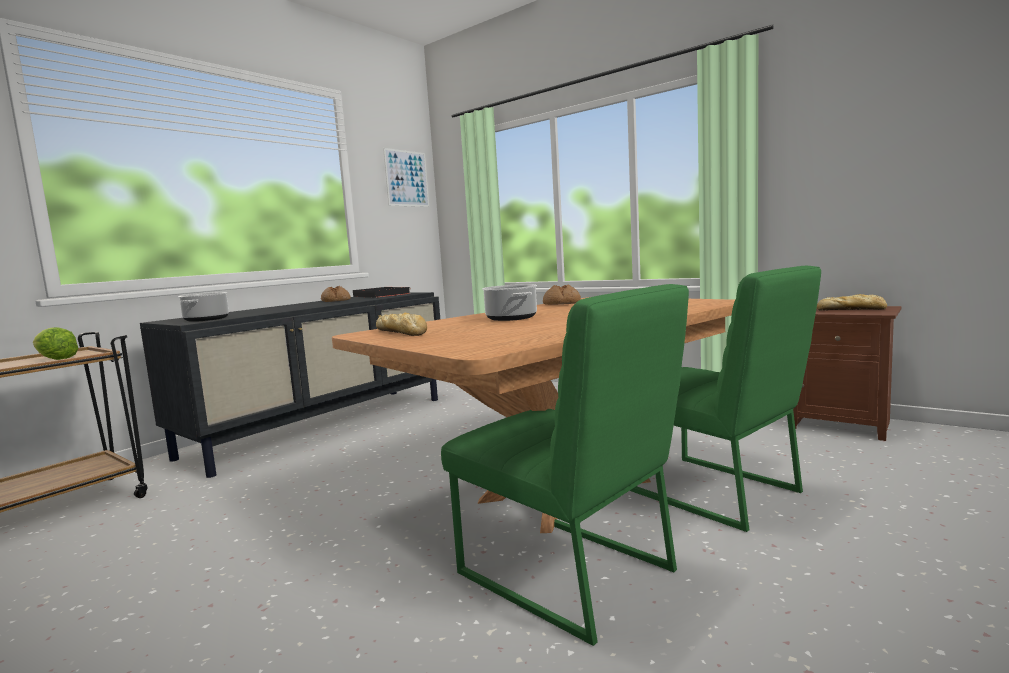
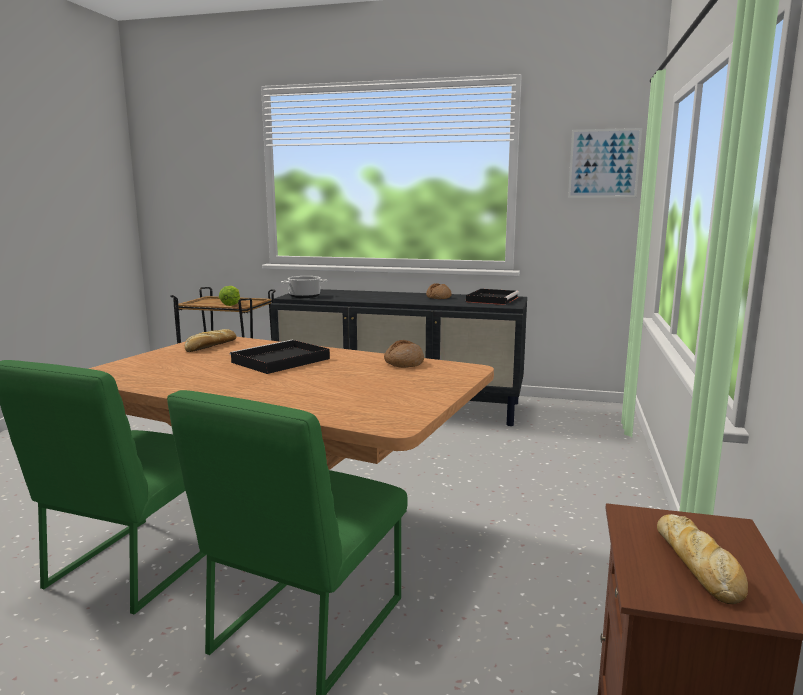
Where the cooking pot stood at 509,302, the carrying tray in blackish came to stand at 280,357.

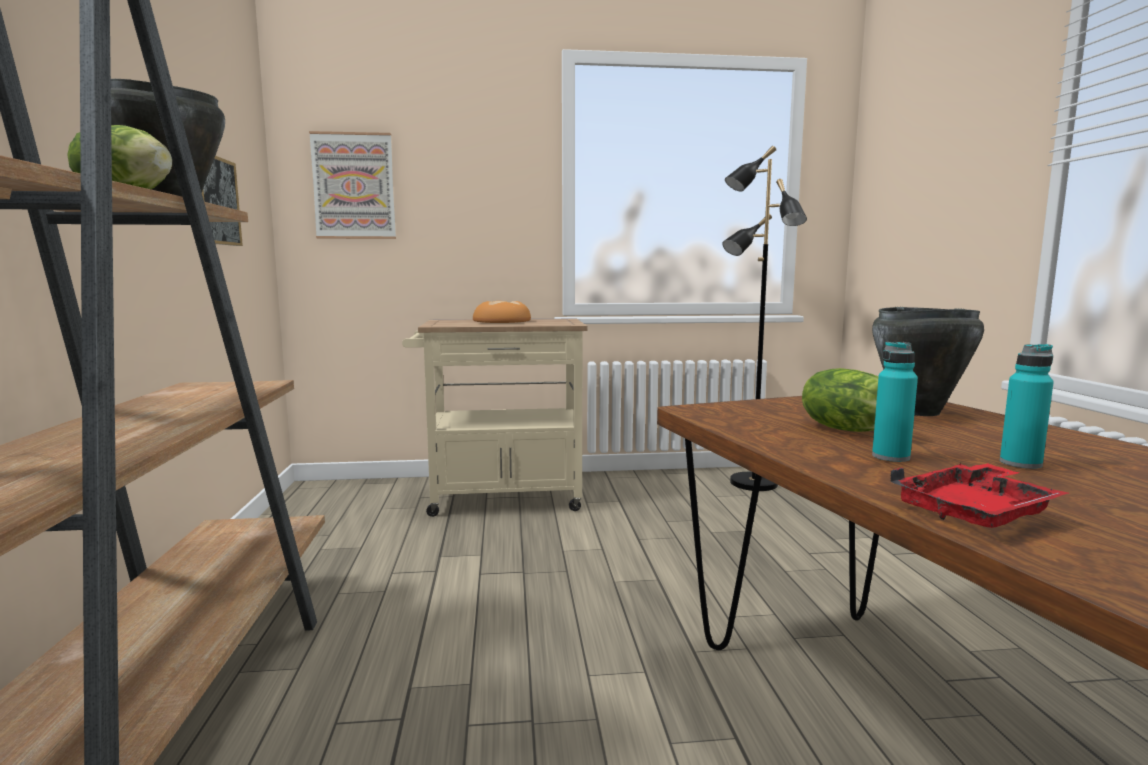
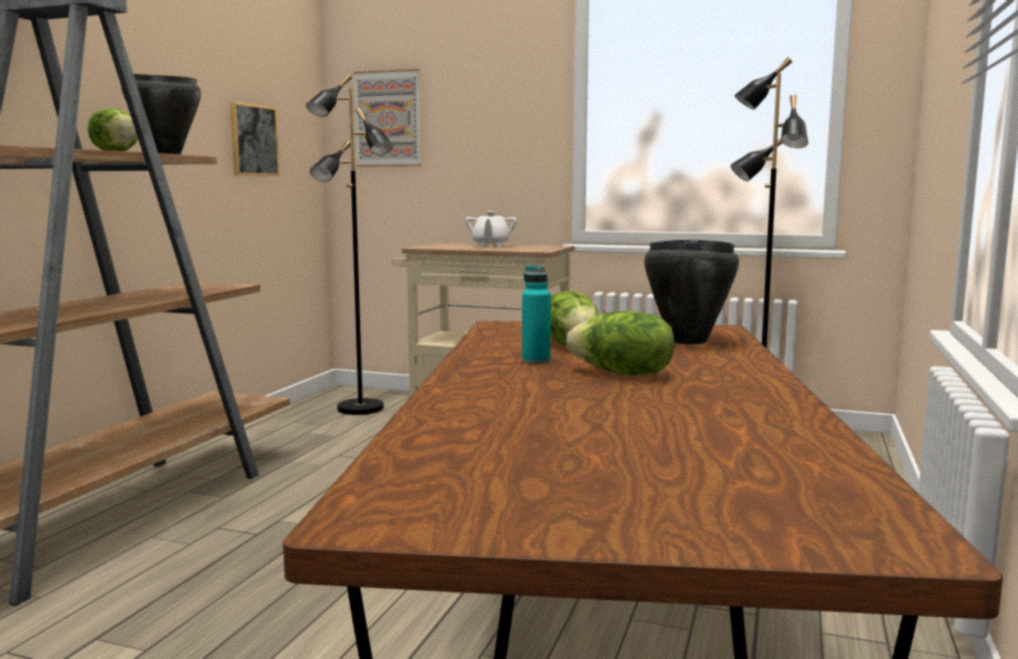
The second view lost the carrying tray in red-coloured at 979,495.
The second view gained the floor lamp in blackish at 349,244.
Where the bakery bread stood at 502,312, the teapot in white-coloured came to stand at 491,229.
Where the beverage bottle in blue-green stood at 1027,406, the head of lettuce came to stand at 621,343.

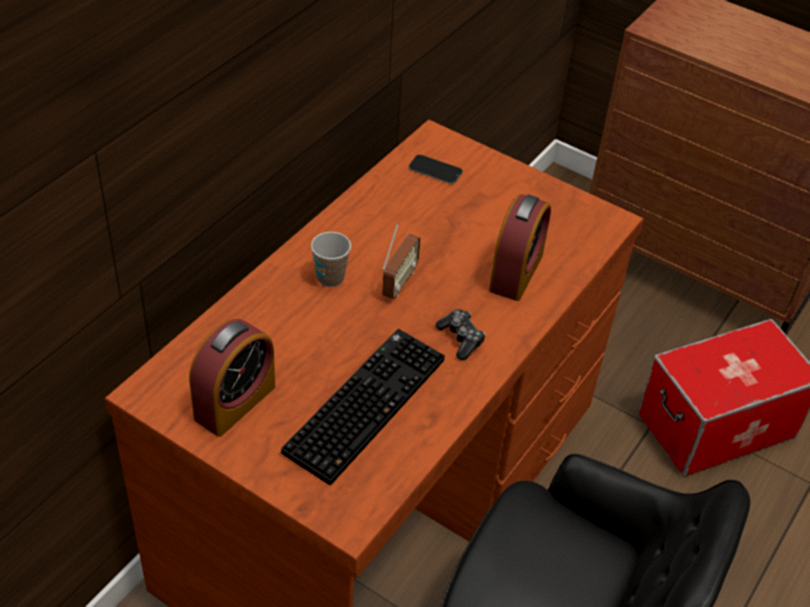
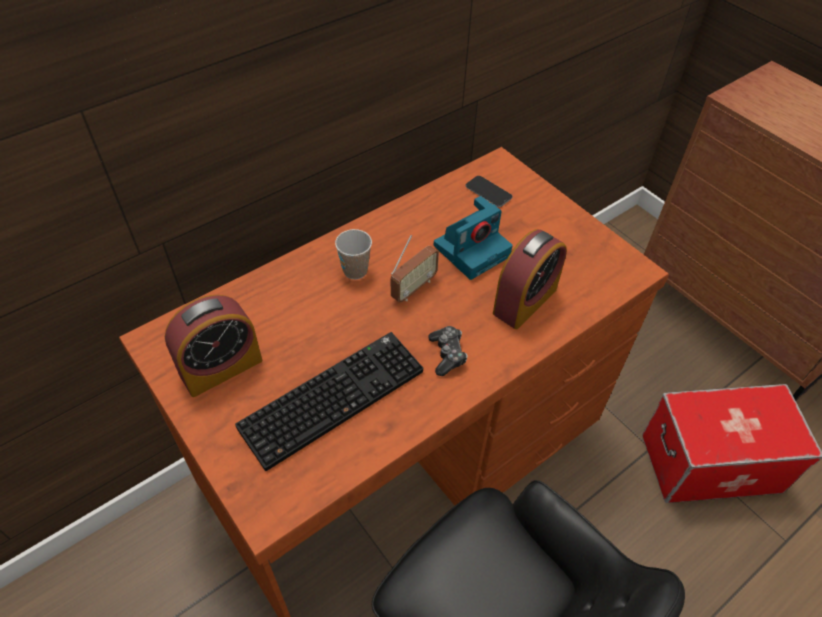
The second view gained the still camera at 473,238.

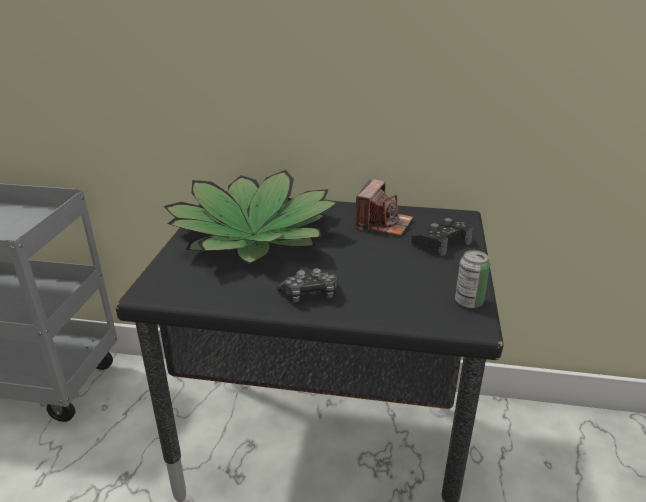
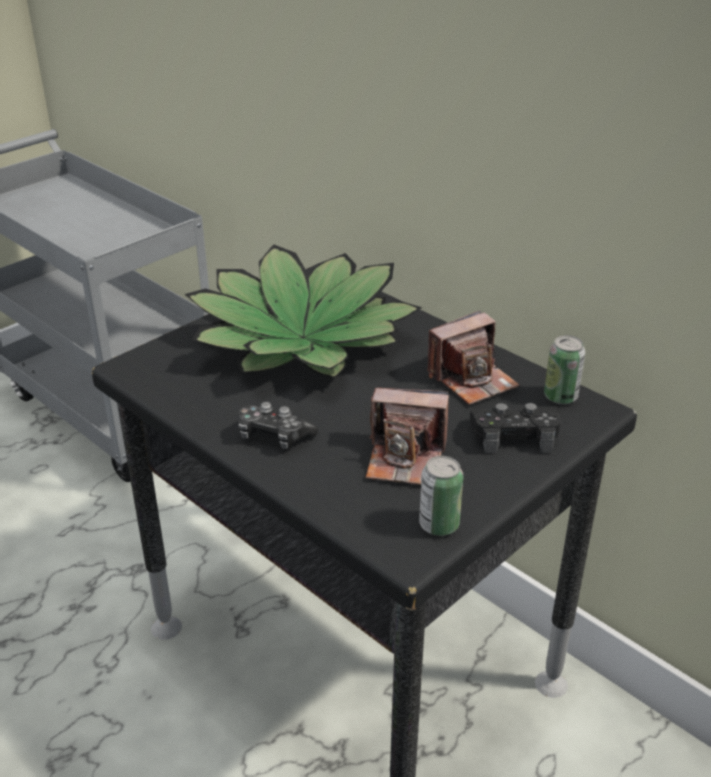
The second view gained the still camera at 407,436.
The second view gained the can at 564,369.

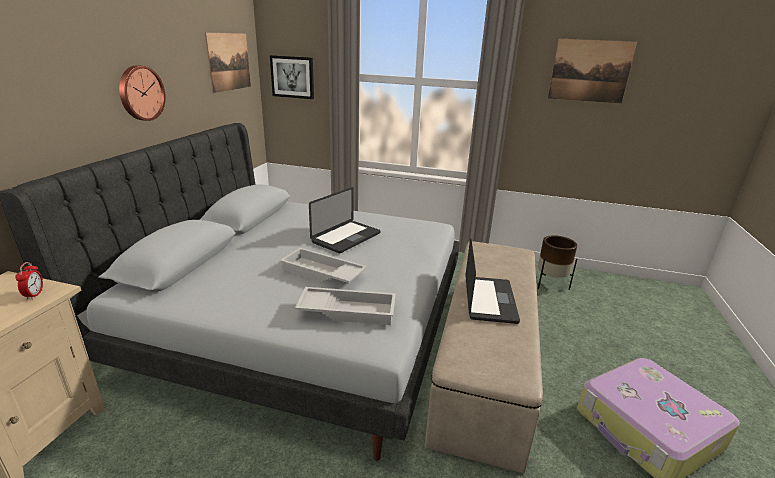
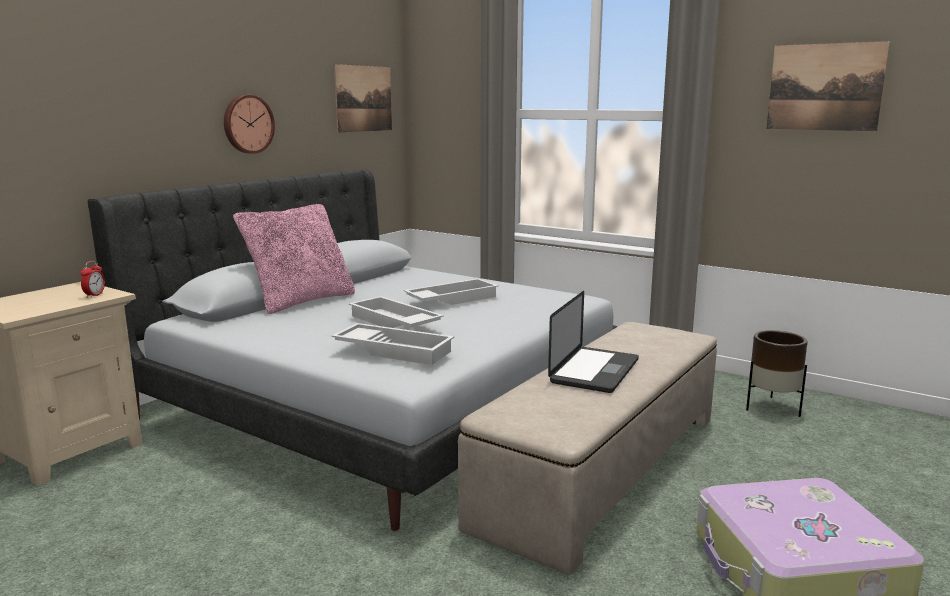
The second view lost the picture at 292,77.
The second view gained the pillow in pink at 294,259.
Where the portable computer stood at 345,220, the carrying tray in white-coloured came to stand at 451,292.

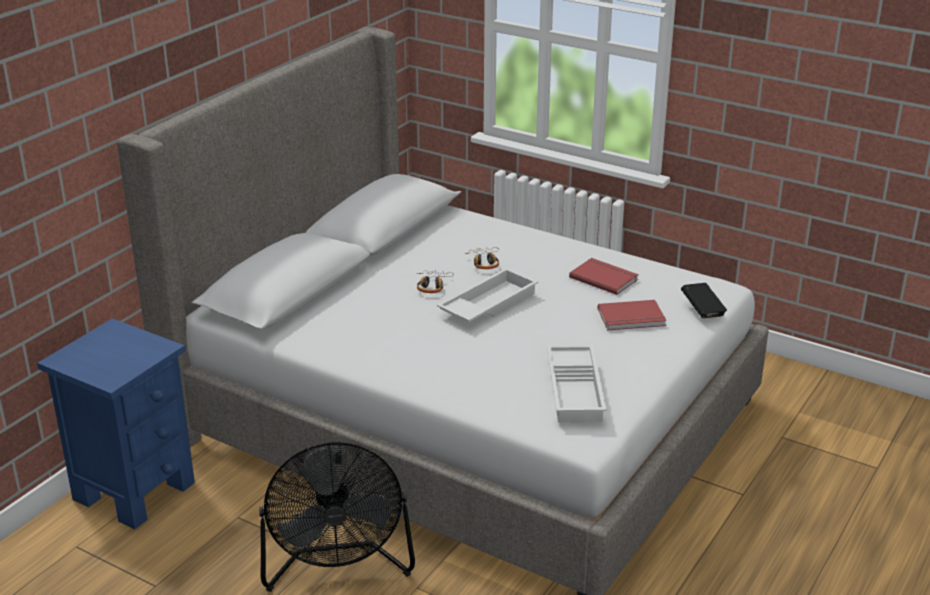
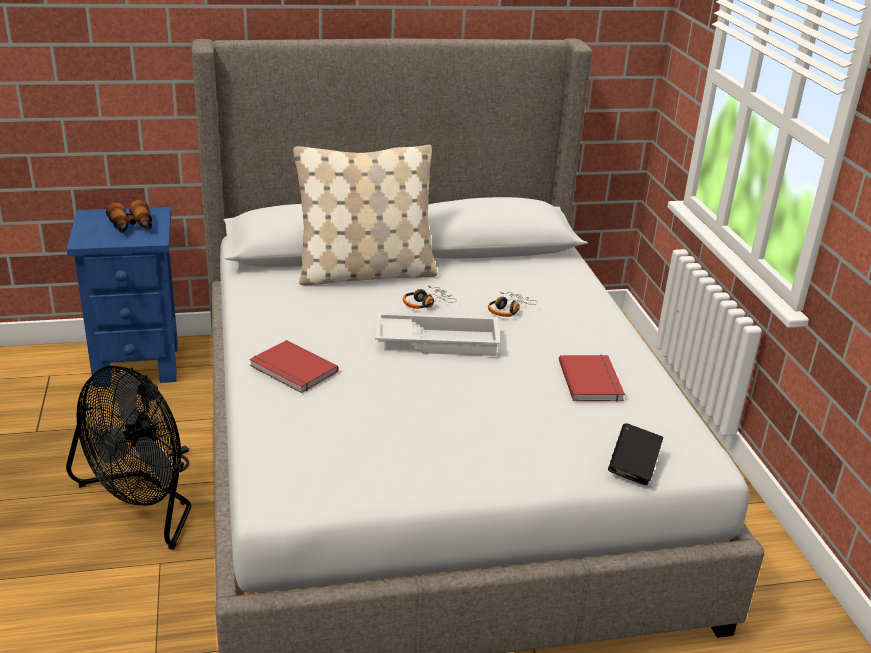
The second view lost the carrying tray in white-coloured at 576,383.
The second view gained the field glasses at 129,216.
The second view gained the pillow in beige at 365,215.
The volume in red-coloured ended up elsewhere, having gone from 632,315 to 294,366.

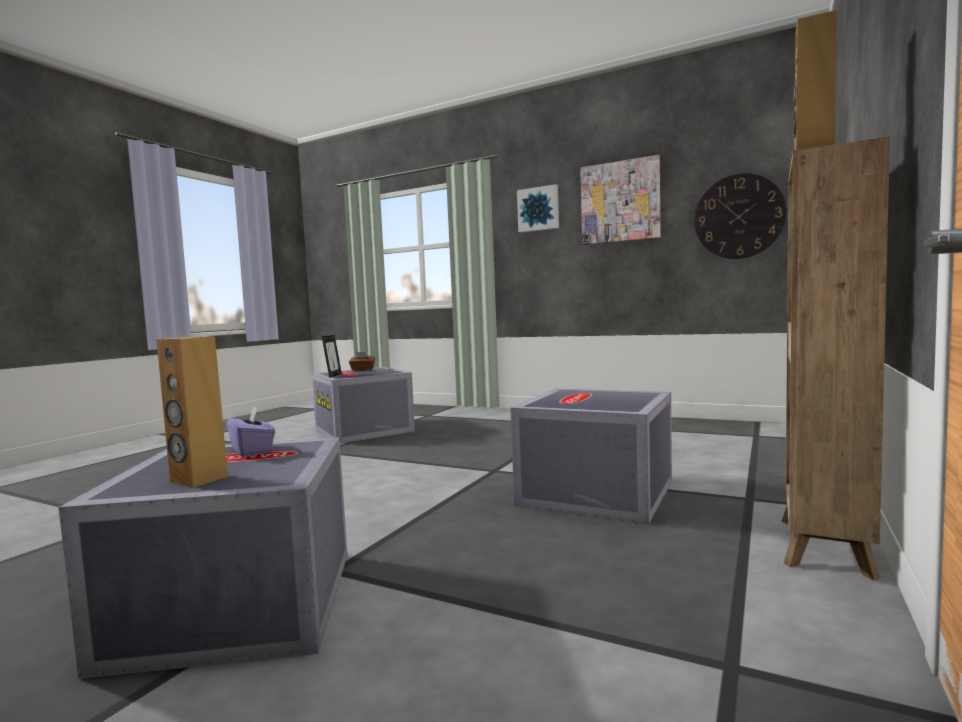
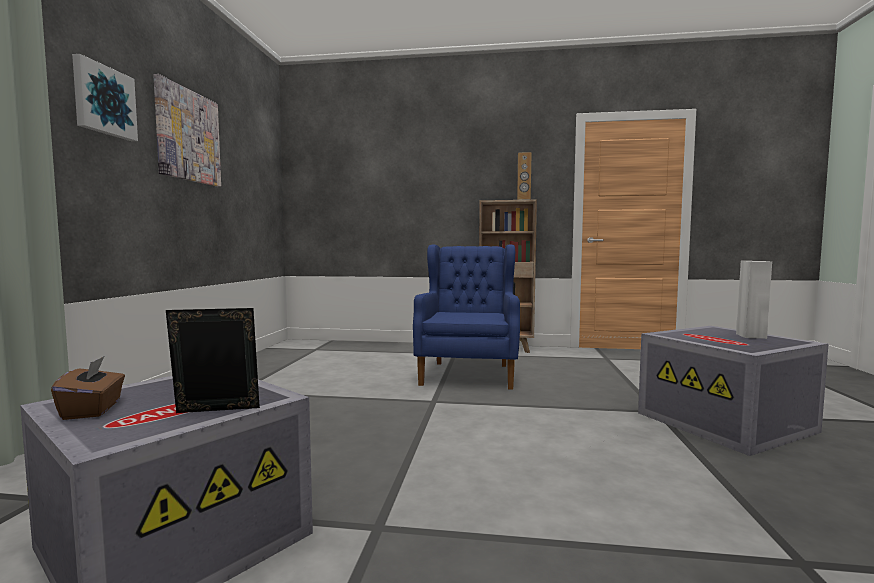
The second view lost the box of tissues in purple at 251,431.
The second view lost the hanging clock at 740,216.
Where the storage container in greyish stood at 591,456, the armchair in blue came to stand at 466,317.
What was the speaker in brownish at 192,411 turned into the speaker in white-coloured at 754,300.

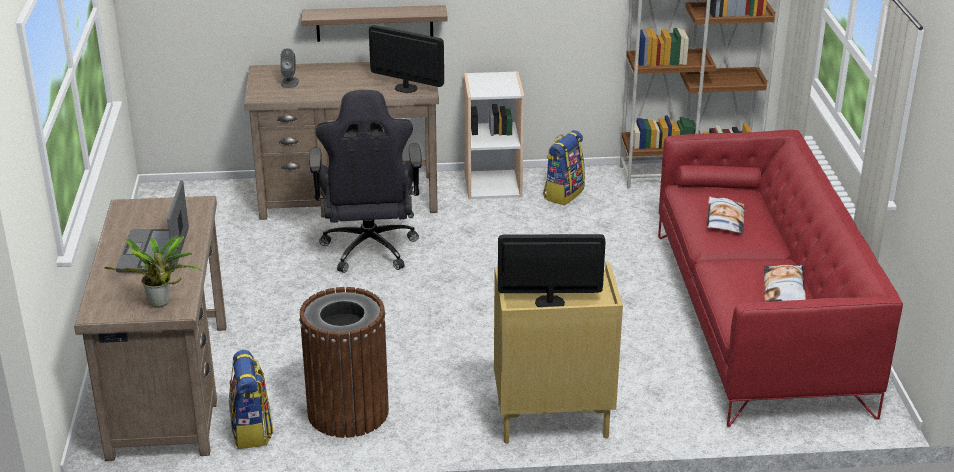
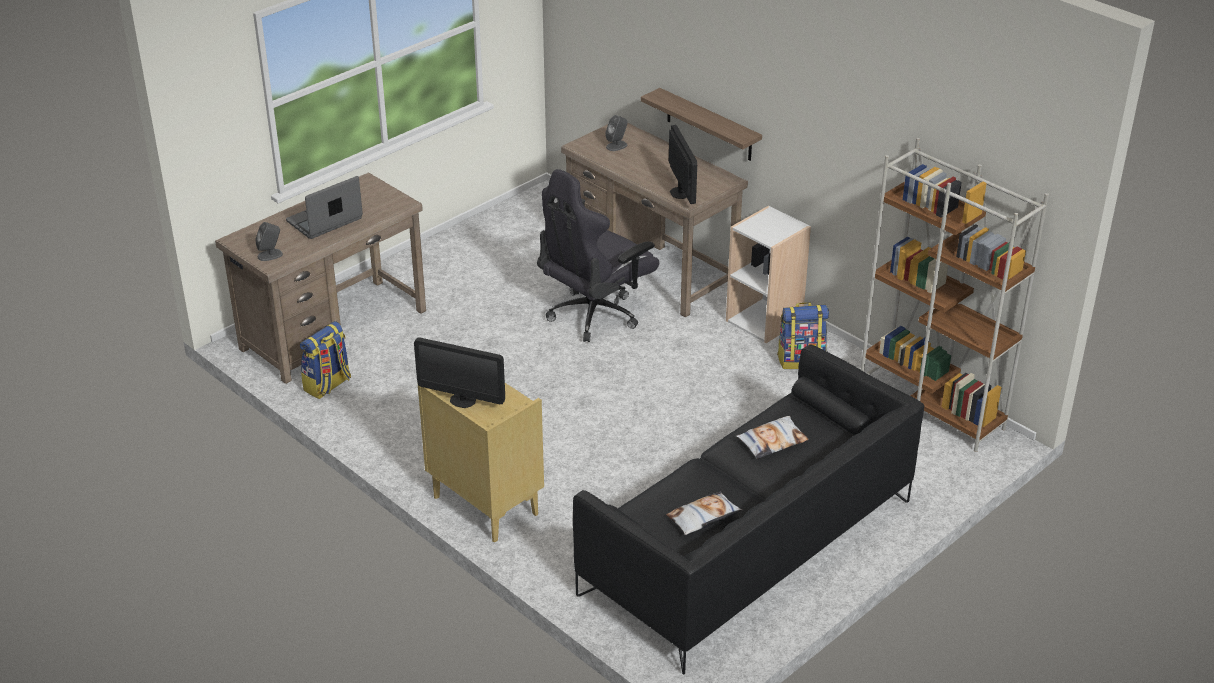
The second view lost the trash can in brownish at 344,362.
Where the potted plant stood at 153,271, the speaker in greyish came to stand at 269,241.
What was the couch in red-coloured at 780,278 turned into the couch in blackish at 748,509.
The computer screen at 552,270 ended up facing another way, 150 degrees clockwise from before.

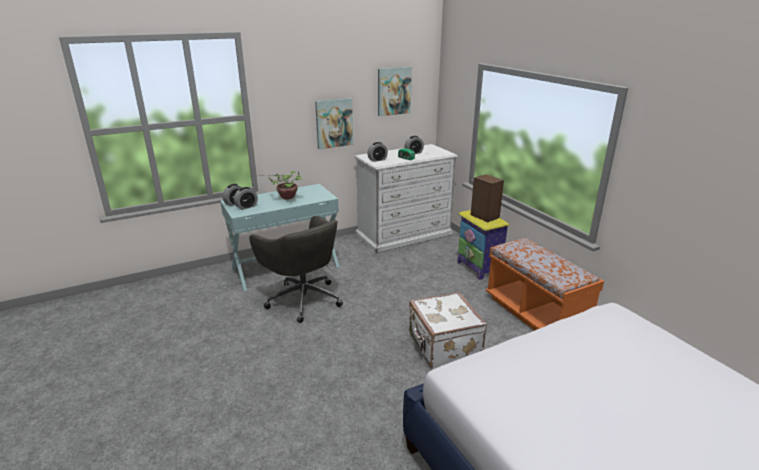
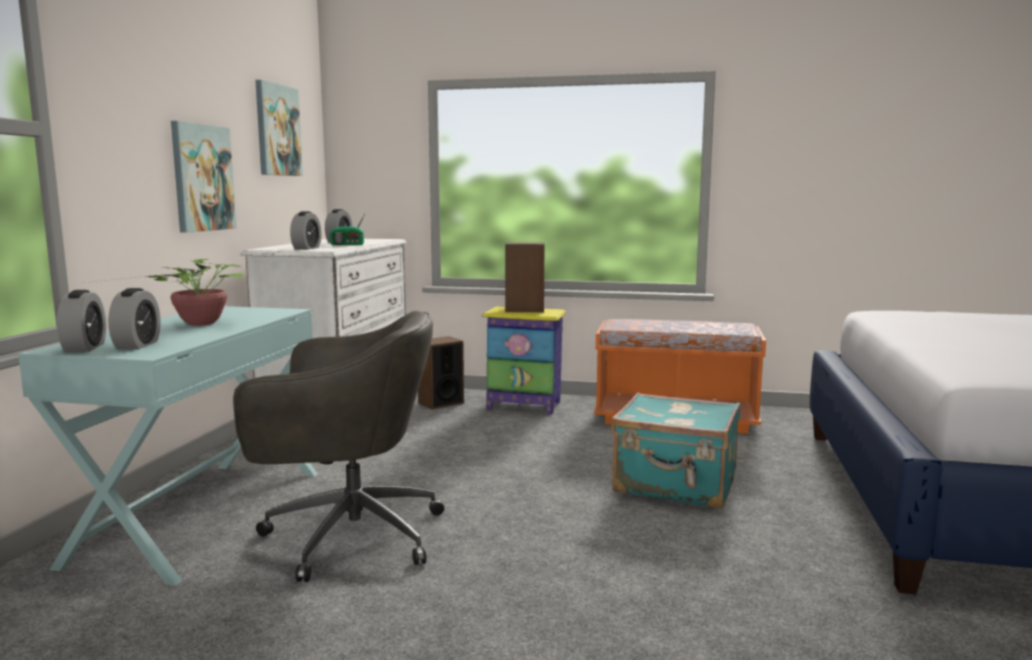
The second view gained the speaker at 441,373.
What was the suitcase in white-coloured at 448,331 turned into the suitcase in blue-green at 676,451.

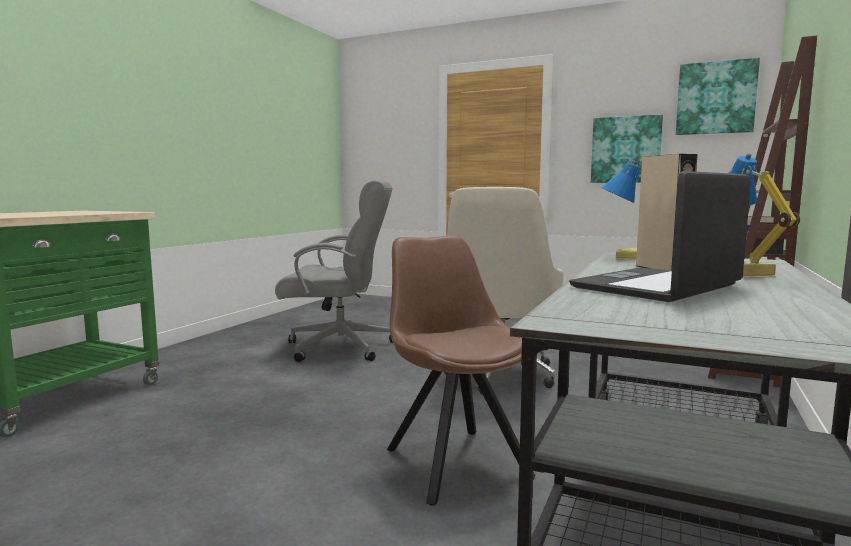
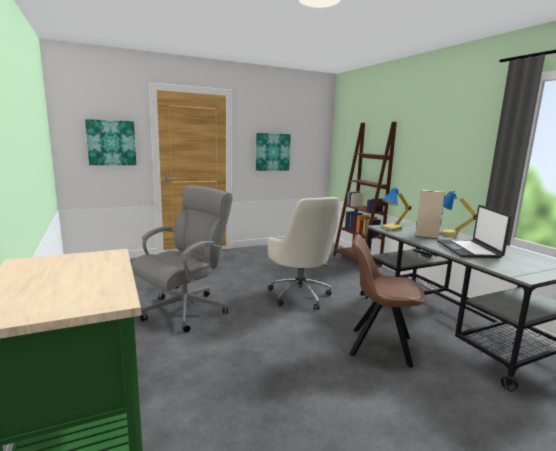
The picture ended up elsewhere, having gone from 718,96 to 110,142.

